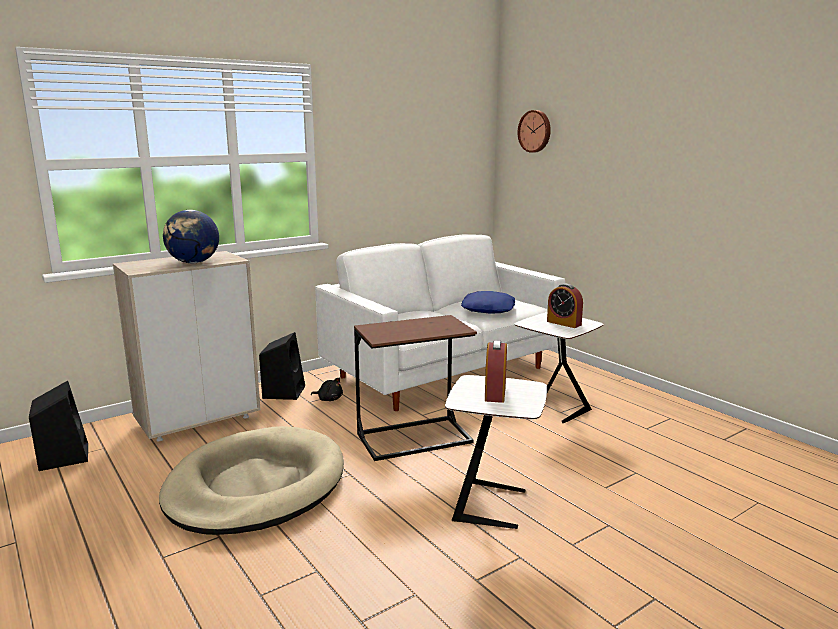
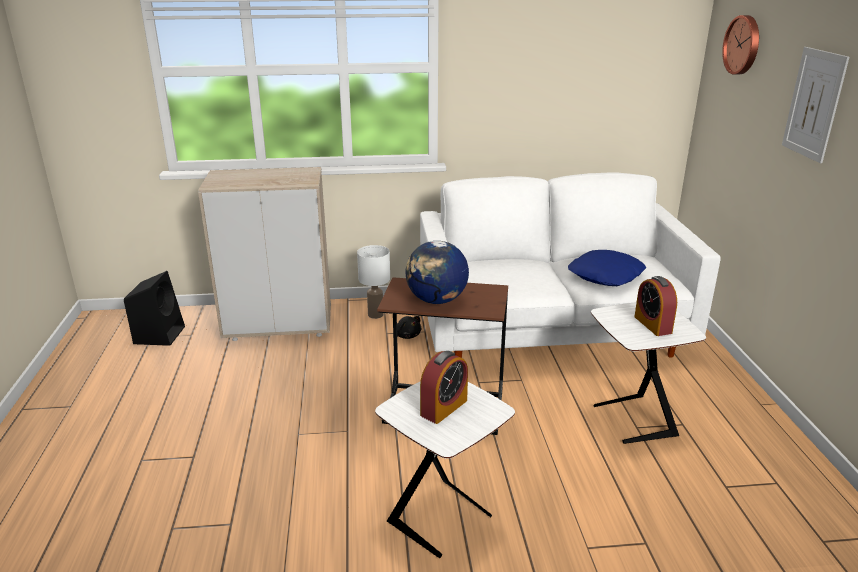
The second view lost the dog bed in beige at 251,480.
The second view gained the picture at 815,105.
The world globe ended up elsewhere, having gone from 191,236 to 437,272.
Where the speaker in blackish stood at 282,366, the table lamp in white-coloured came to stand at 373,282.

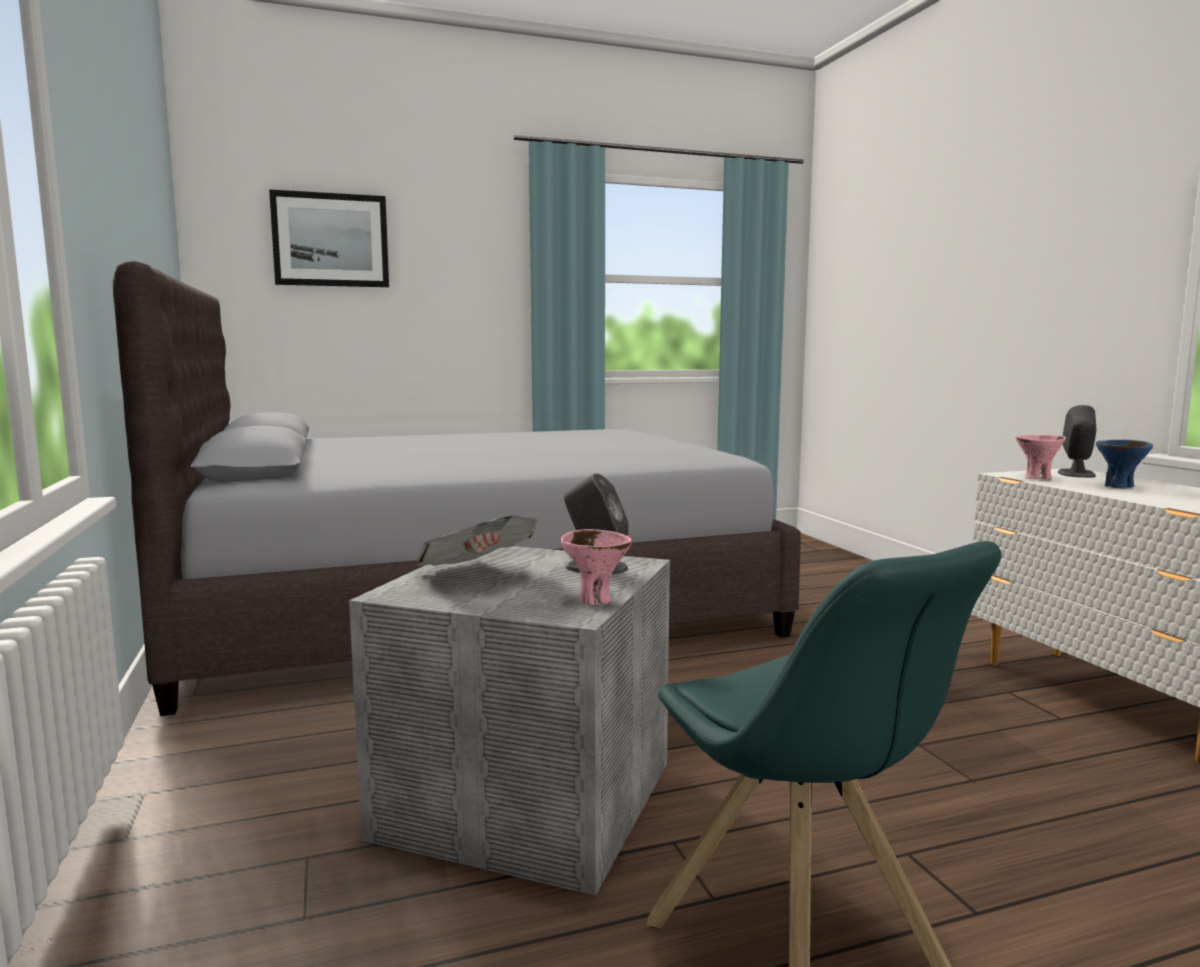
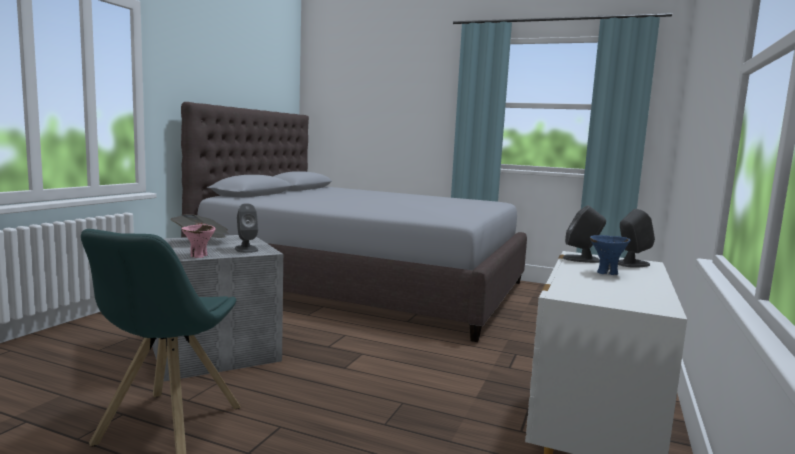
The second view lost the picture at 329,238.
Where the serving bowl in pink stood at 1041,457, the speaker in greyish came to stand at 584,234.

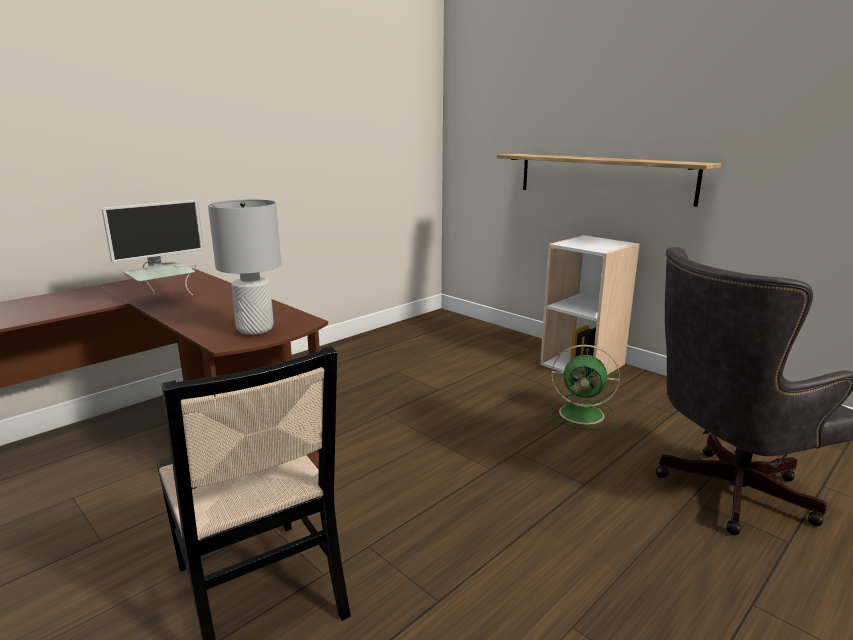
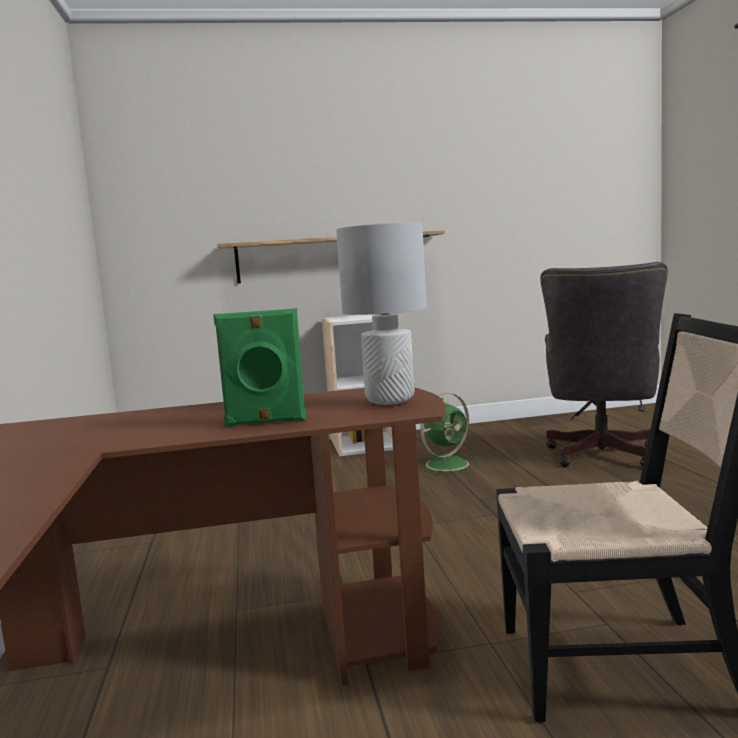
The second view lost the computer screen at 153,248.
The second view gained the speaker in greenish at 259,367.

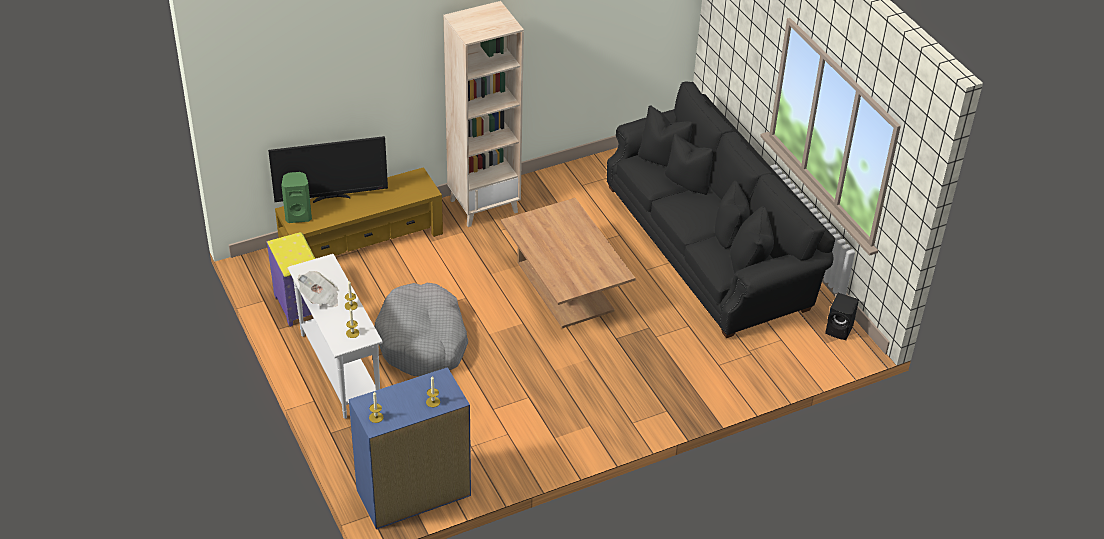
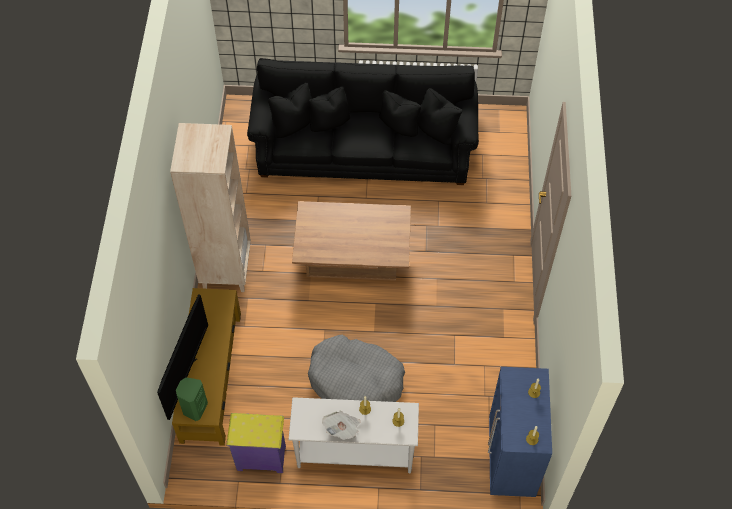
The second view lost the speaker in blackish at 842,316.

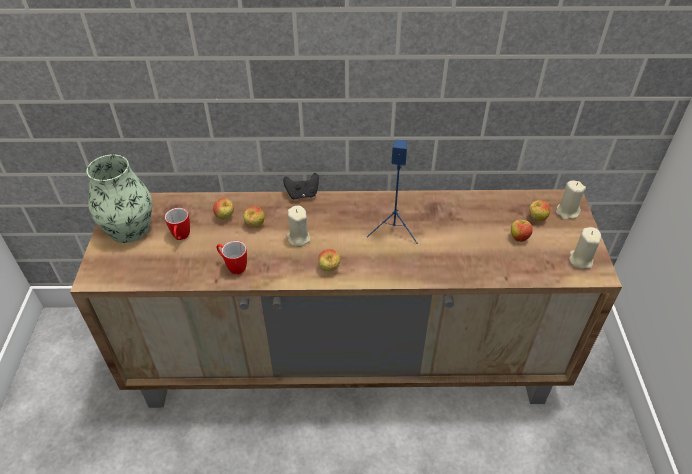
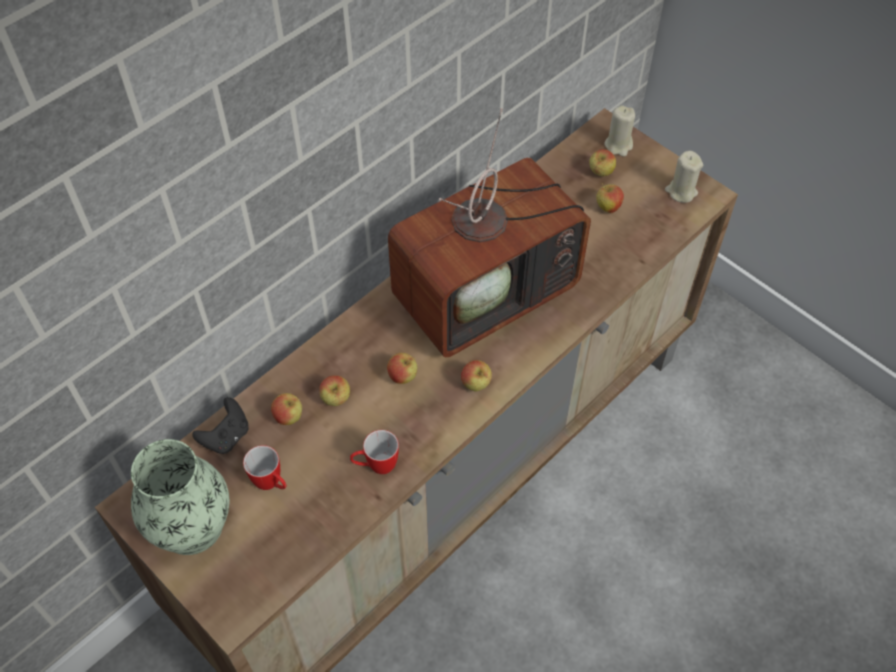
The joypad in blackish ended up elsewhere, having gone from 301,186 to 220,425.
Where the candle in beige stood at 298,226, the apple fruit came to stand at 402,368.
Where the speaker in blue stood at 392,192, the TV set came to stand at 489,232.

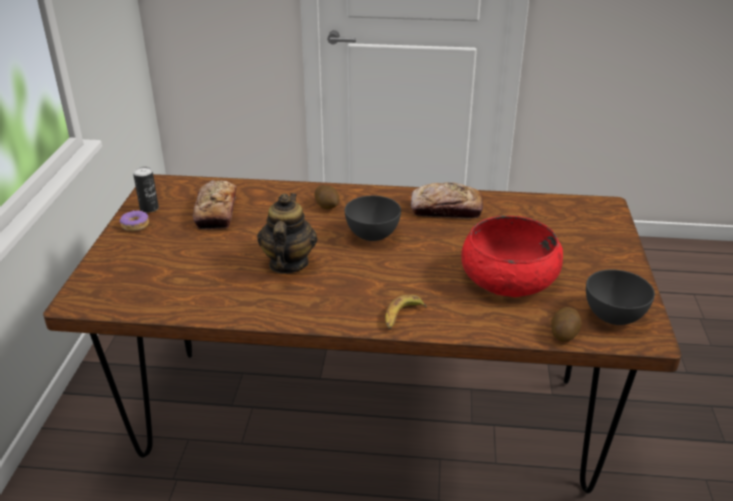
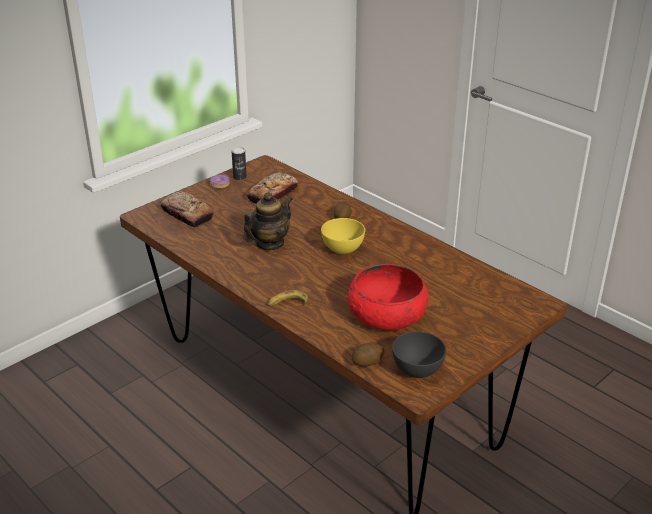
The bakery bread ended up elsewhere, having gone from 447,200 to 187,210.
What was the serving bowl in greyish at 373,218 turned into the serving bowl in yellow at 343,236.

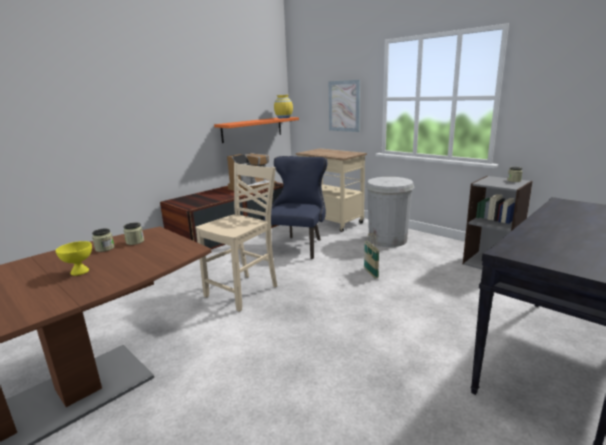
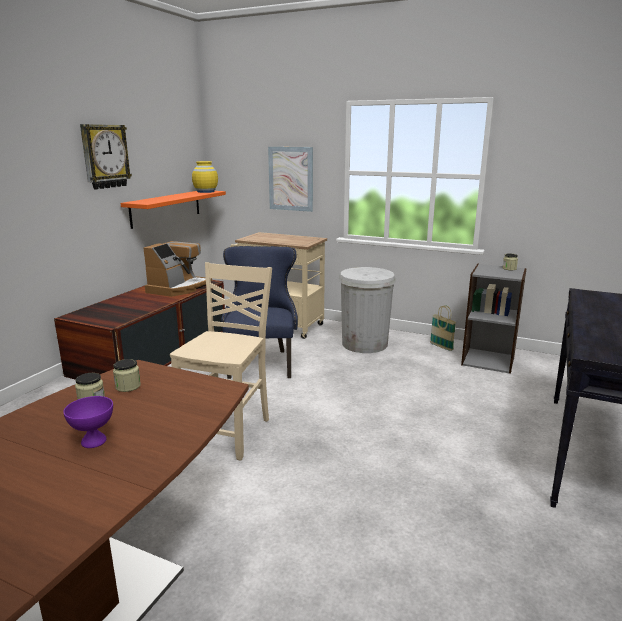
The second view gained the hanging clock at 106,157.
The storage basket ended up elsewhere, having gone from 372,256 to 443,328.
What was the serving bowl in yellow at 74,258 turned into the serving bowl in purple at 88,422.

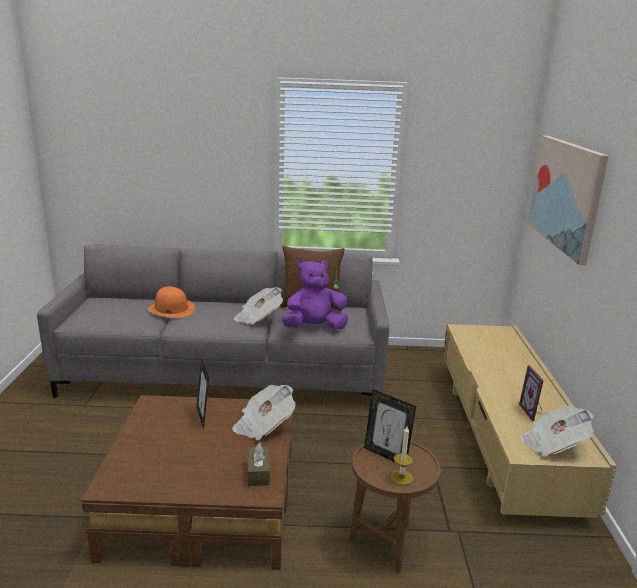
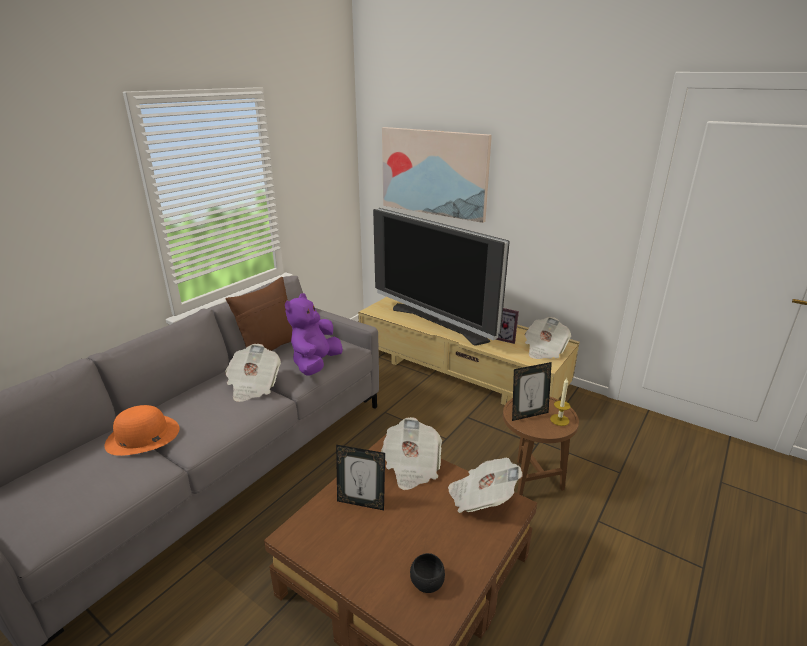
The second view gained the TV set at 441,276.
The second view gained the serving bowl in blackish at 427,573.
Where the box of tissues in brownish stood at 259,464, the daily paper came to stand at 485,485.

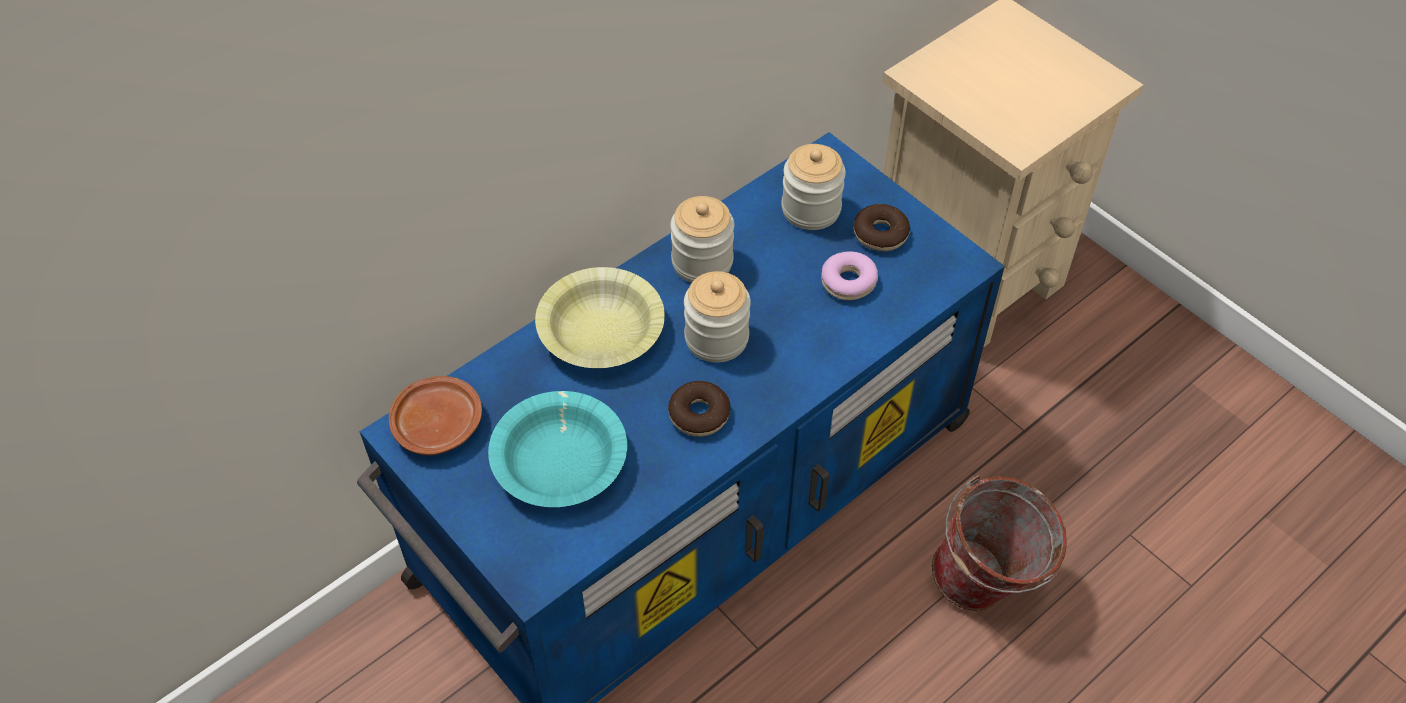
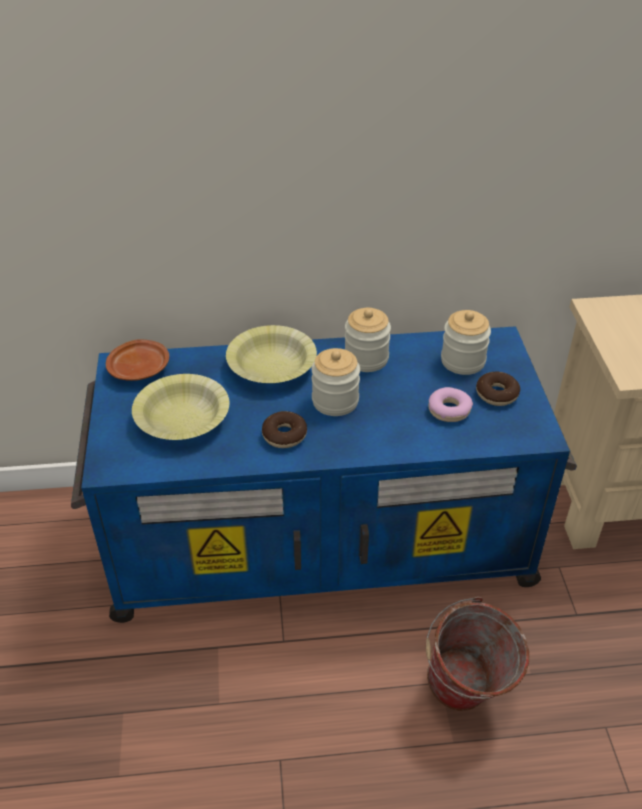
What was the serving bowl in blue-green at 557,449 turned into the serving bowl in yellow at 180,407.

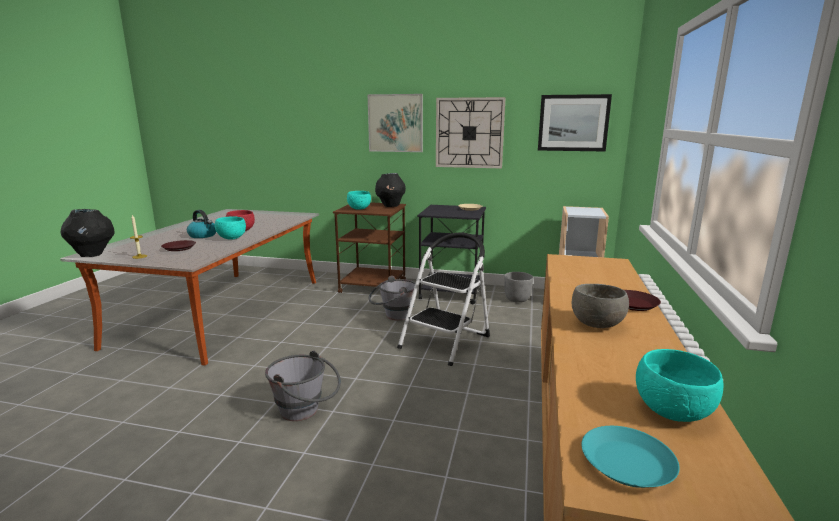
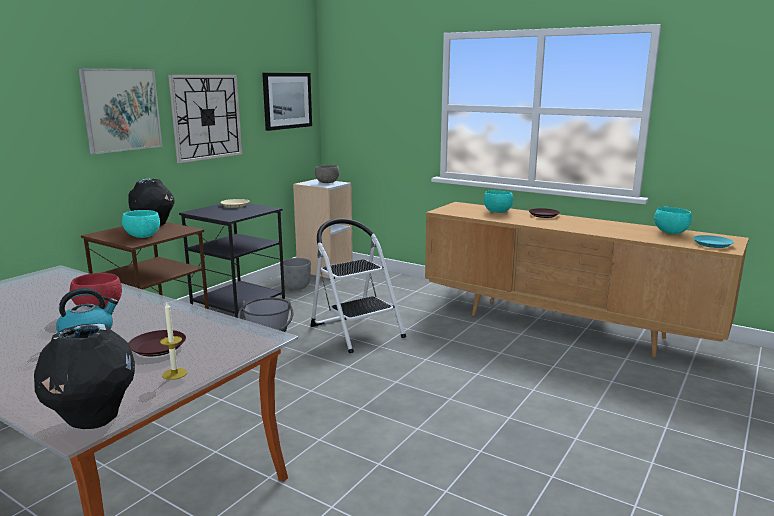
The second view lost the bucket in greyish at 303,386.
The serving bowl in blue-green ended up elsewhere, having gone from 230,228 to 499,202.
The serving bowl in greyish ended up elsewhere, having gone from 600,306 to 327,174.

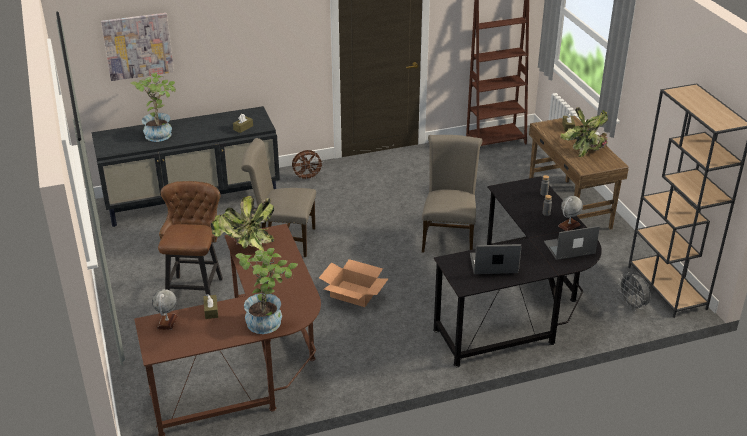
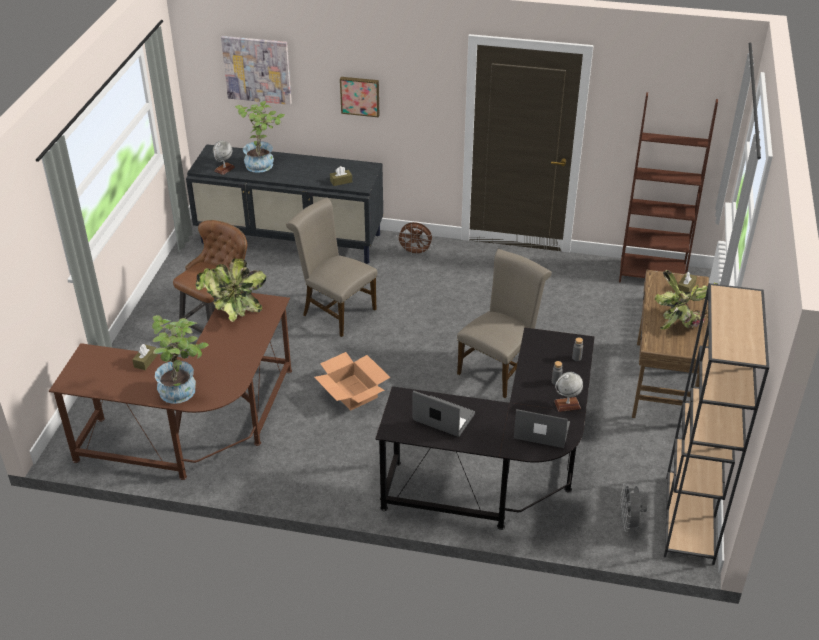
The second view gained the picture at 359,97.
The world globe ended up elsewhere, having gone from 165,309 to 224,158.

